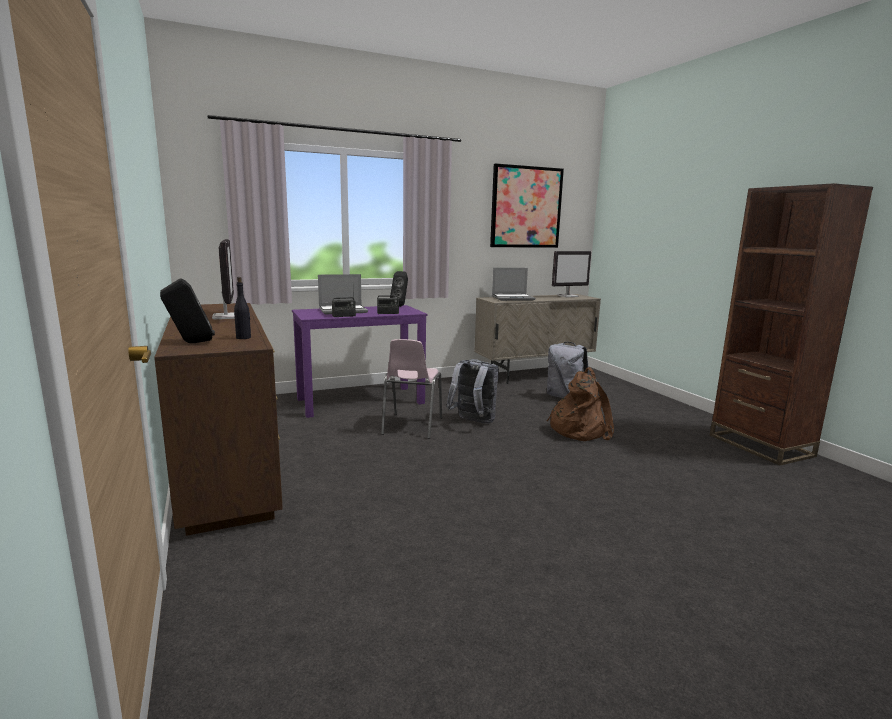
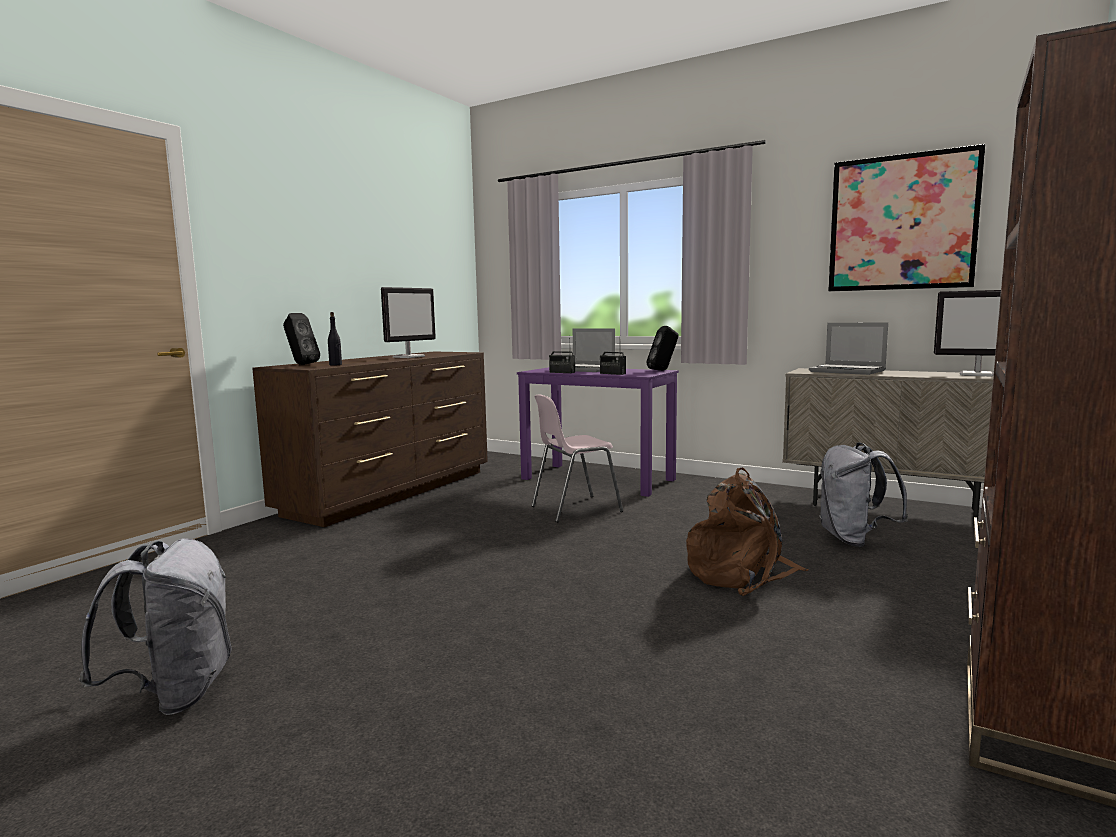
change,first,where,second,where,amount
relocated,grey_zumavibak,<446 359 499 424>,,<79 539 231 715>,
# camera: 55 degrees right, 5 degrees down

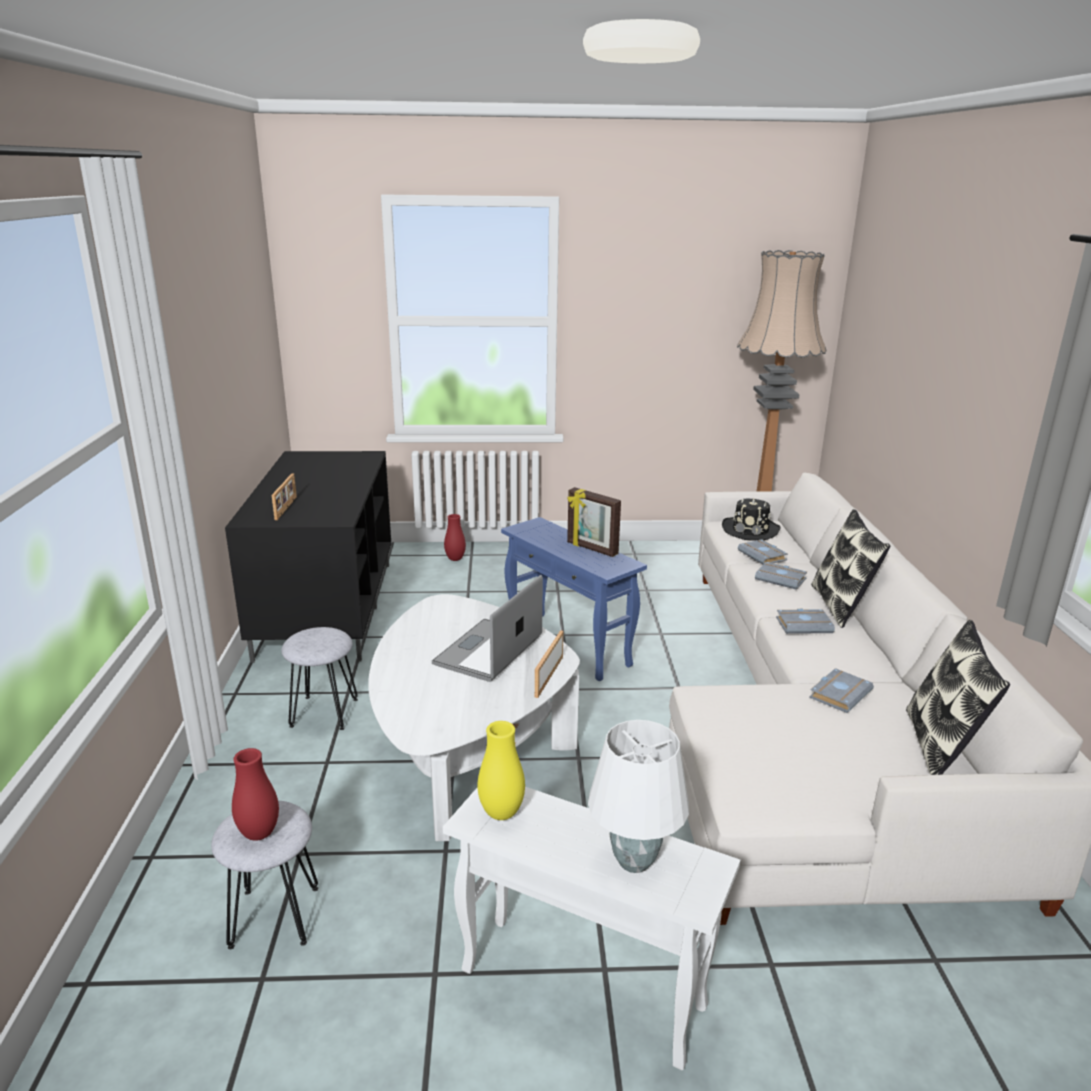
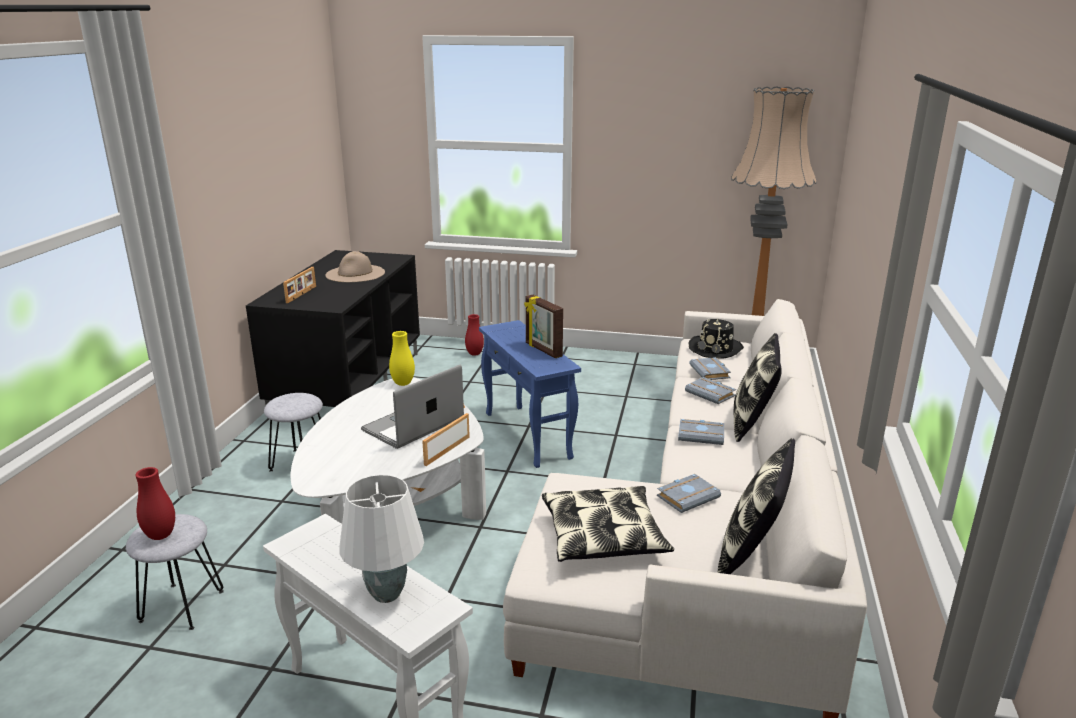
change,first,where,second,where,amount
relocated,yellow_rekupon,<478 721 525 820>,,<389 331 415 386>,
appeared,,,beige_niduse,<326 251 385 282>,
appeared,,,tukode,<542 486 674 562>,
# camera: 15 degrees right, 0 degrees up

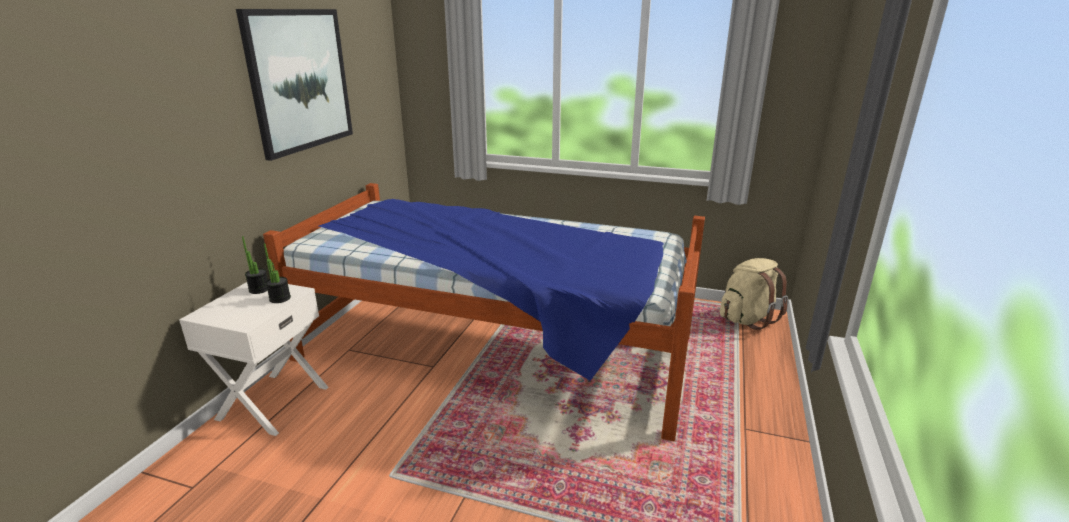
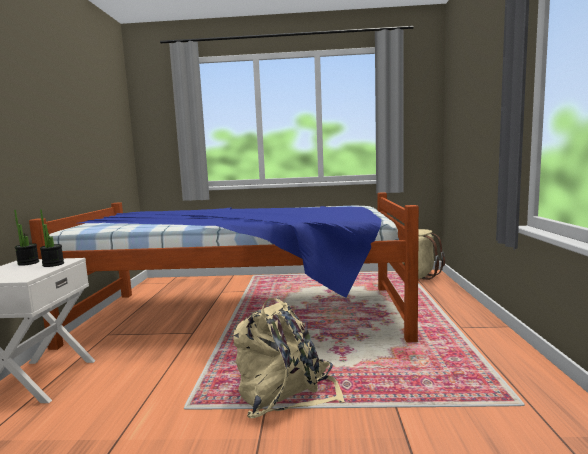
change,first,where,second,where,amount
missing,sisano,<236 9 353 161>,,,
appeared,,,beige_zumavibak,<234 298 345 418>,
# camera: 15 degrees left, 15 degrees down

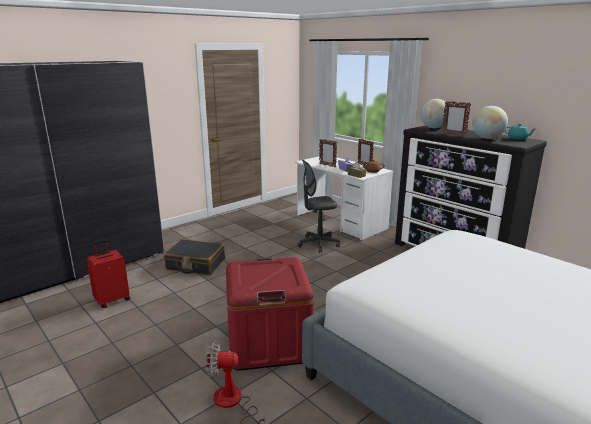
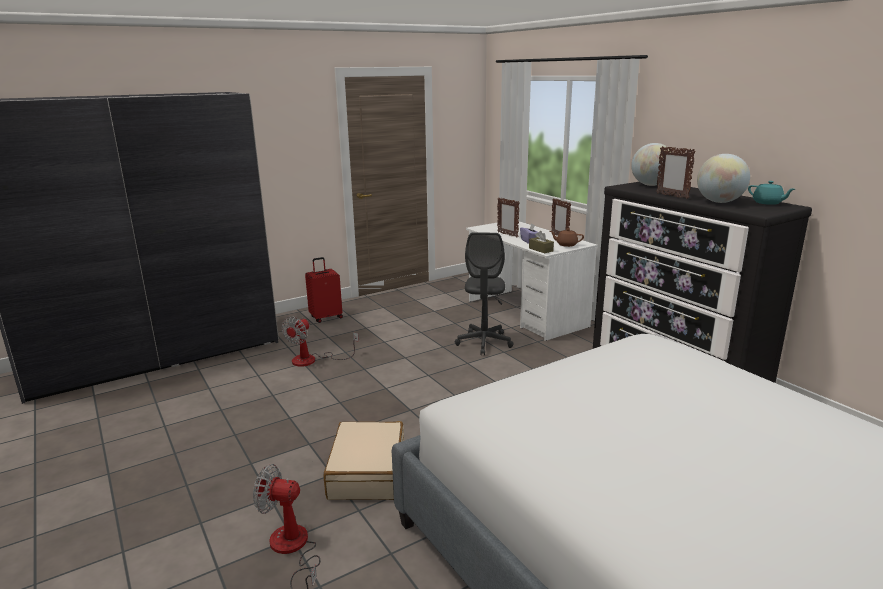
change,first,where,second,where,amount
spun,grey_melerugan,<298 160 340 253>,,<455 232 513 355>,75 degrees counterclockwise
exchanged,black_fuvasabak,<164 239 225 275>,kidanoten,<282 316 359 367>,
relocated,red_fuvasabak,<86 240 130 308>,,<305 257 343 323>,
exchanged,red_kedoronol,<226 257 314 371>,beige_fuvasabak,<324 421 404 500>,
# camera: 10 degrees right, 0 degrees up

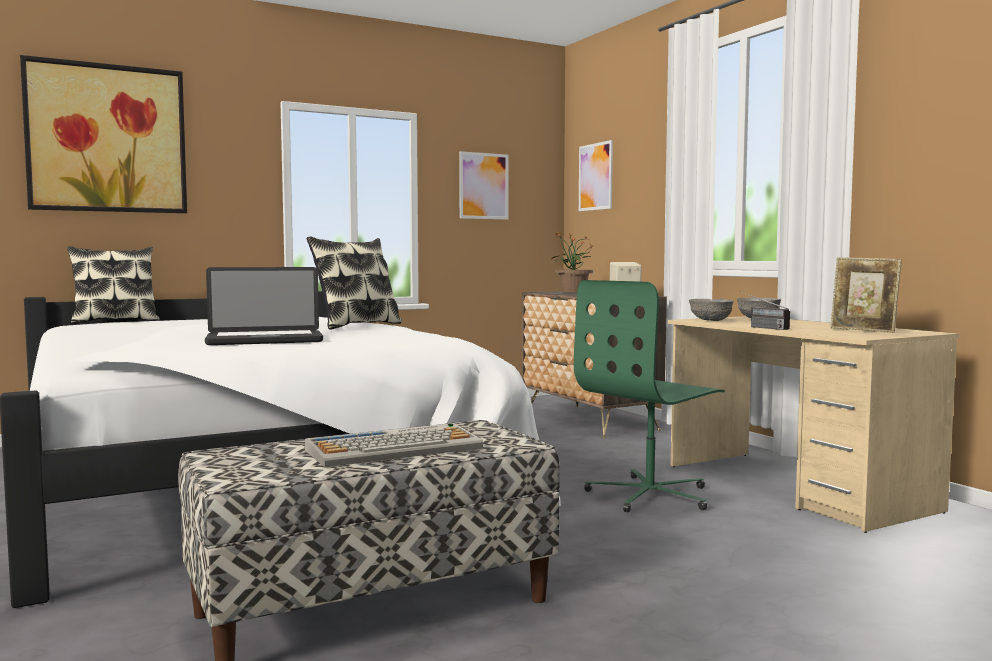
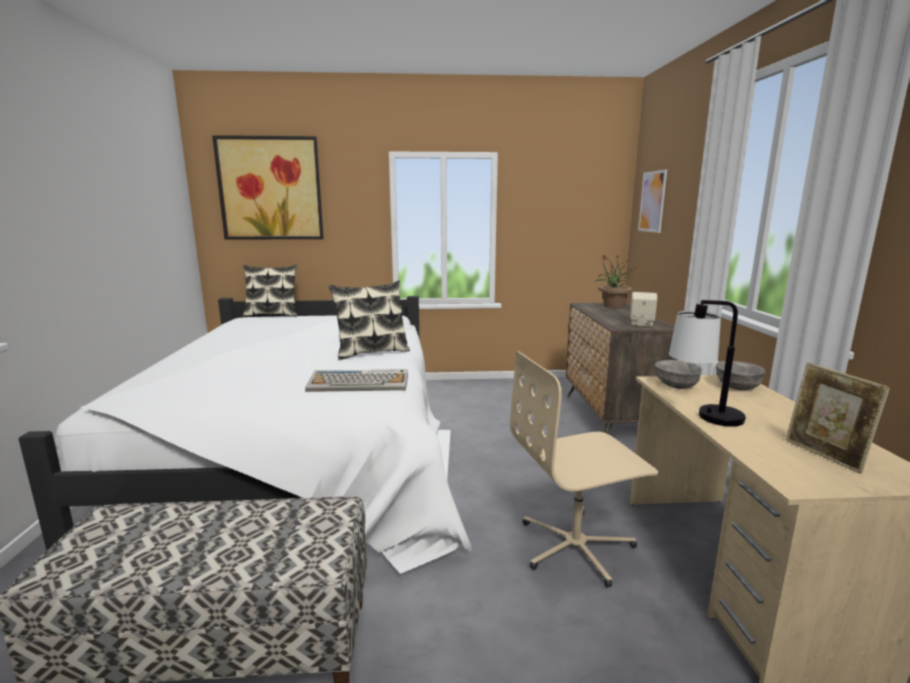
change,first,where,second,where,amount
missing,sisano,<459 151 509 220>,,,
missing,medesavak,<205 267 323 345>,,,
colour,green_melerugan,<574 280 725 513>,beige_melerugan,<510 351 658 588>,
exchanged,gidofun,<741 292 790 330>,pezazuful,<669 300 746 427>,
relocated,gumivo,<305 423 483 467>,,<305 369 408 392>,
# camera: 25 degrees right, 10 degrees up

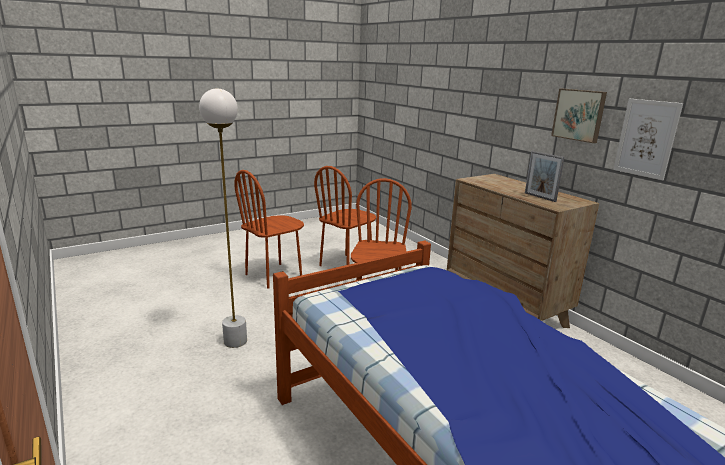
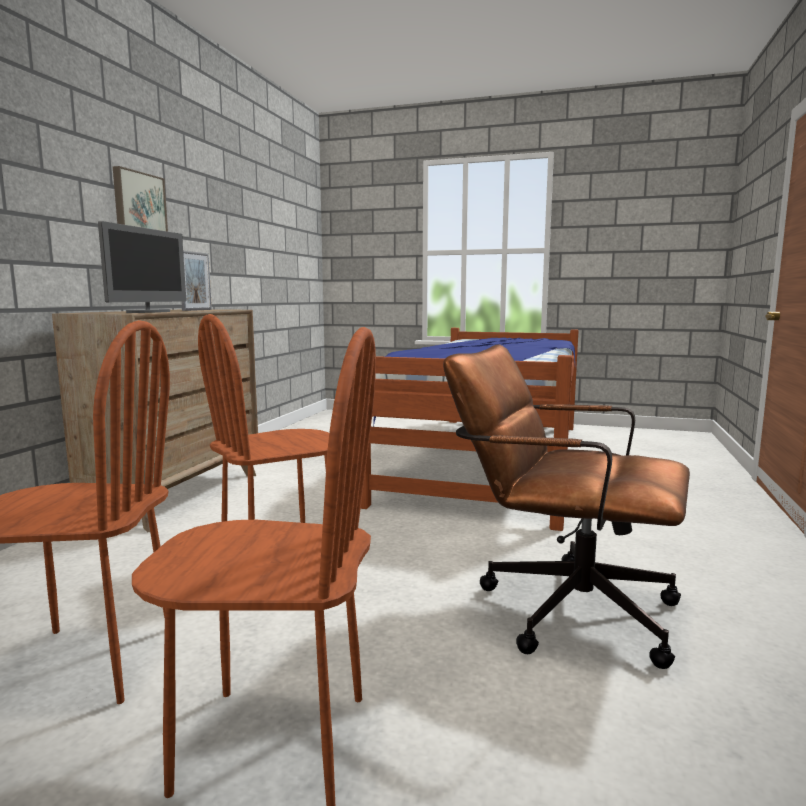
change,first,where,second,where,amount
exchanged,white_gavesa,<199 89 247 348>,brown_melerugan,<443 344 690 669>,
missing,sisano,<613 99 683 180>,,,
appeared,,,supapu,<98 221 187 313>,
# camera: 130 degrees left, 10 degrees down

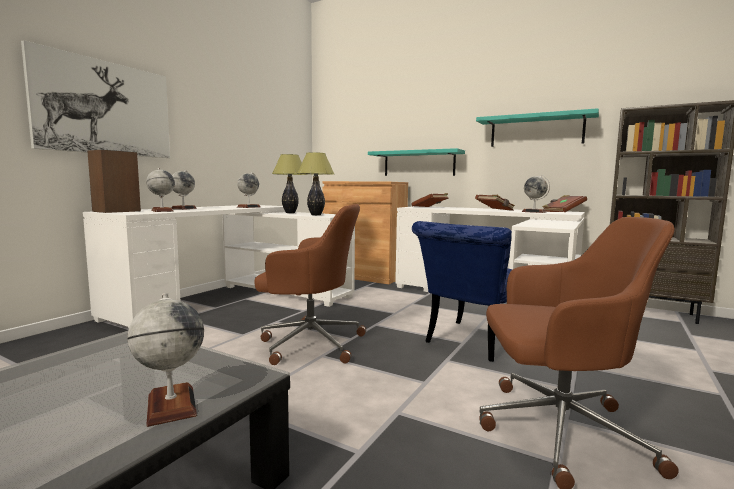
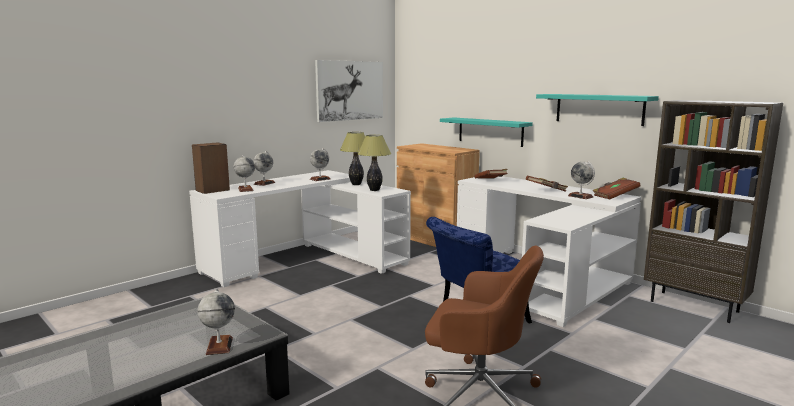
change,first,where,second,where,amount
relocated,sisano,<21 40 170 158>,,<315 60 383 122>,
missing,brown_melerugan,<254 204 366 365>,,,
# camera: 15 degrees right, 5 degrees up

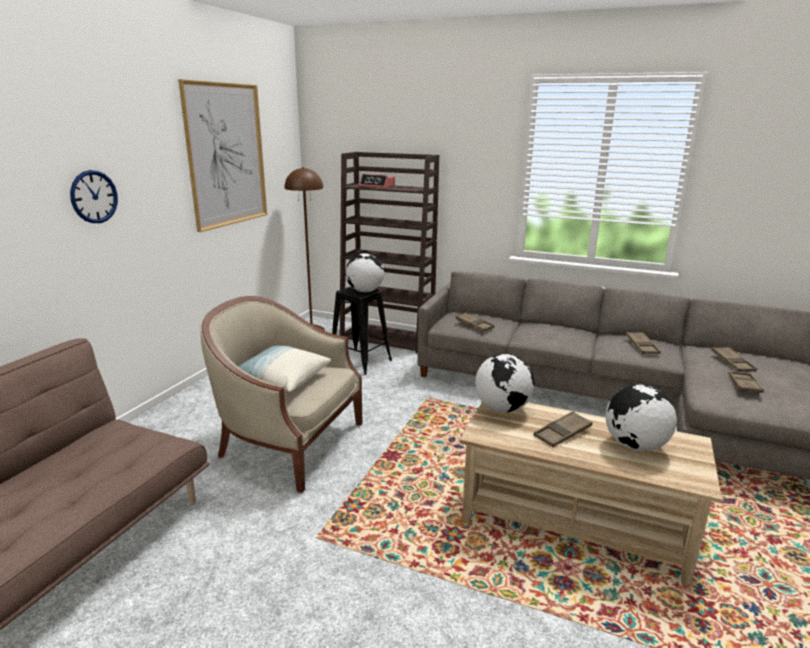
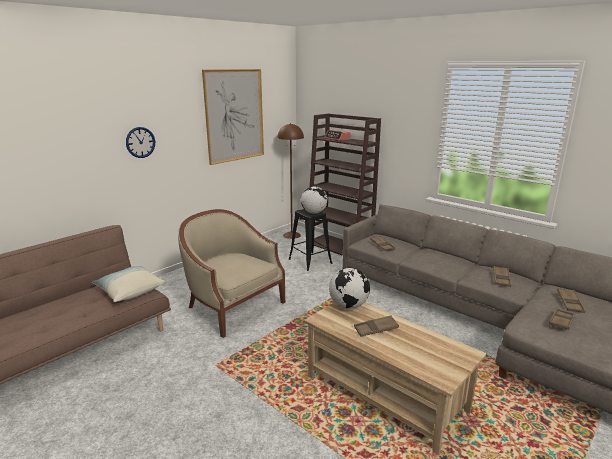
change,first,where,second,where,amount
relocated,tukode,<238 345 331 392>,,<92 266 166 302>,
missing,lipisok,<606 385 677 452>,,,
# camera: 20 degrees right, 0 degrees up

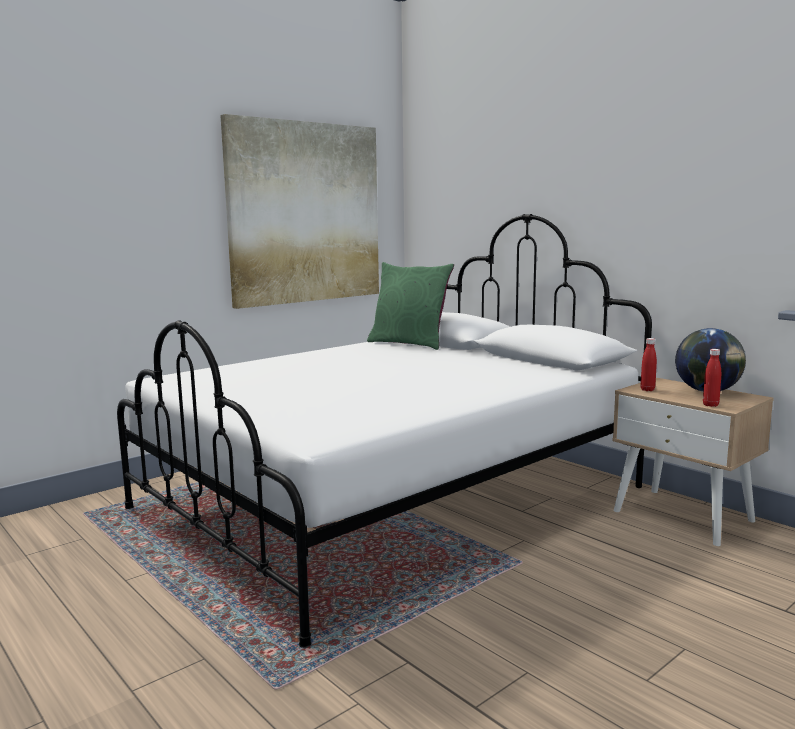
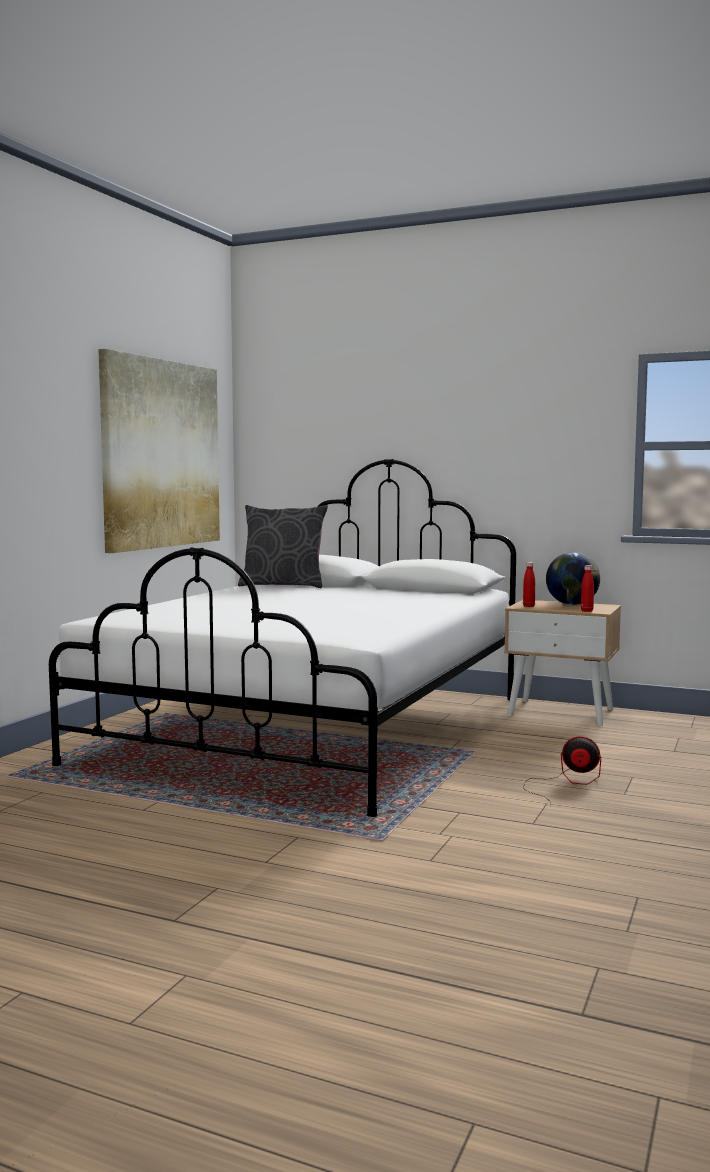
change,first,where,second,where,amount
colour,green_tukode,<367 262 454 350>,grey_tukode,<238 505 328 588>,
appeared,,,kidanoten,<523 736 601 806>,
# camera: 25 degrees left, 5 degrees down

